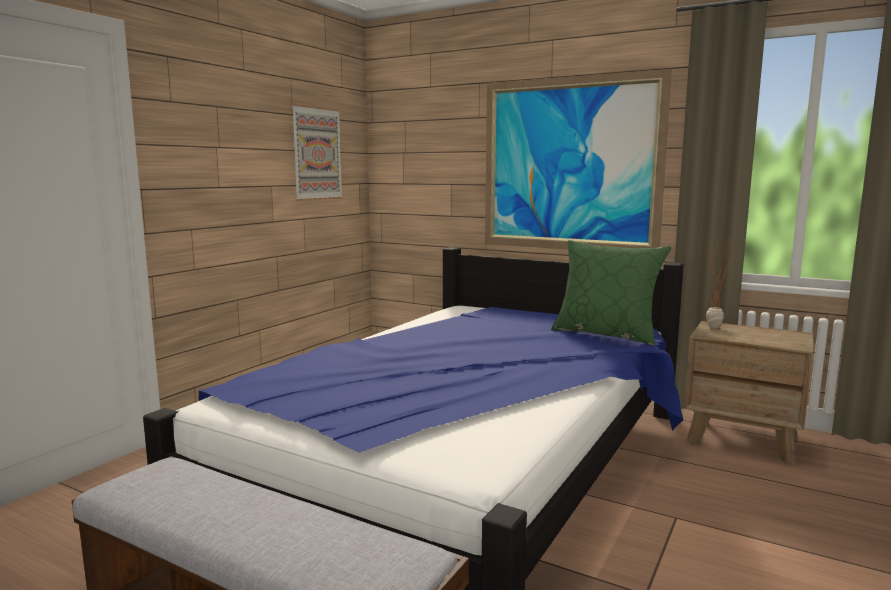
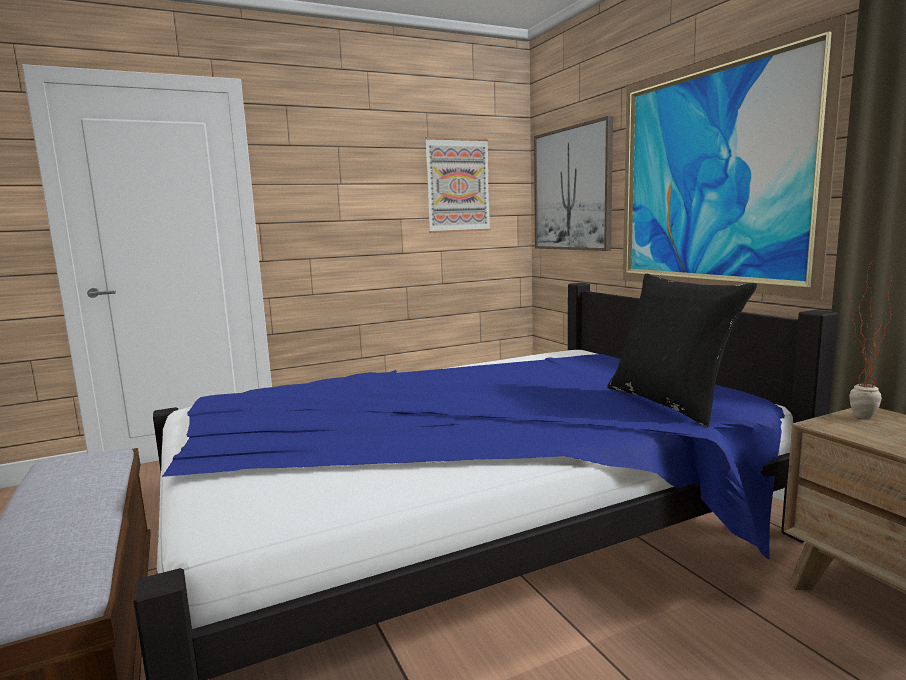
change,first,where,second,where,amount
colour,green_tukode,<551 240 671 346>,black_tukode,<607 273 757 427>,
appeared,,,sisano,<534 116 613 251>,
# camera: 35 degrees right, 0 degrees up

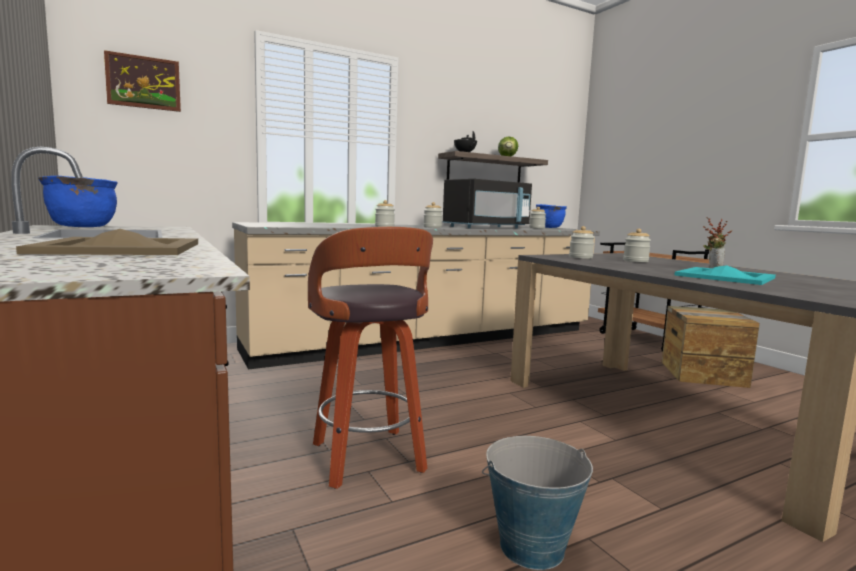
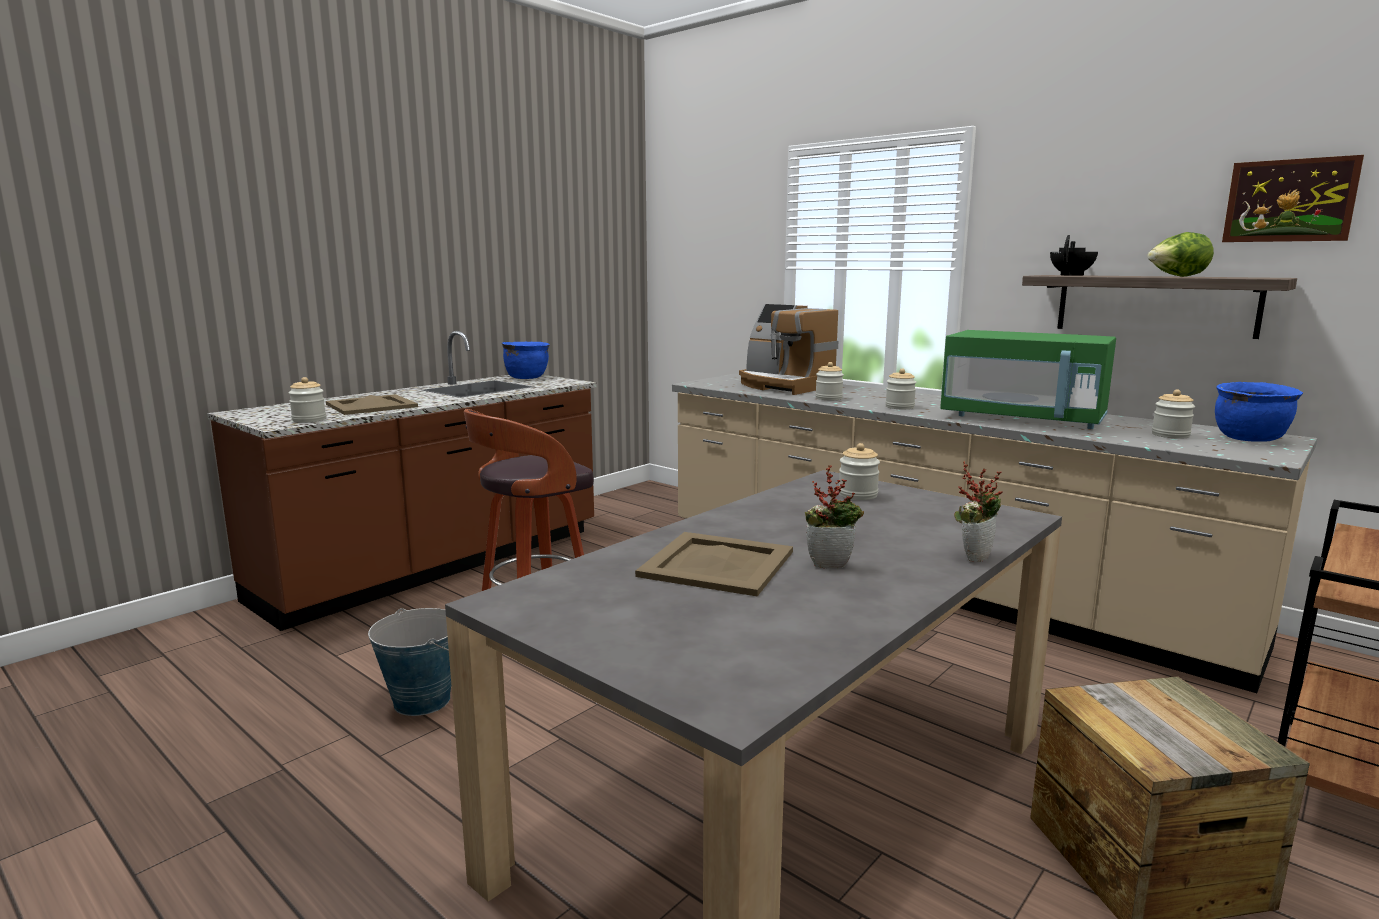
change,first,where,second,where,amount
relocated,sisano,<104 50 181 112>,,<1222 155 1364 242>,
colour,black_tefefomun,<443 179 532 228>,green_tefefomun,<940 330 1116 429>,
relocated,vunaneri,<623 229 651 262>,,<288 377 326 423>,
colour,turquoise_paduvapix,<675 265 776 285>,beige_paduvapix,<635 532 793 596>,
appeared,,,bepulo,<739 304 838 395>,
appeared,,,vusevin,<954 462 1003 562>,
# camera: 70 degrees right, 5 degrees up

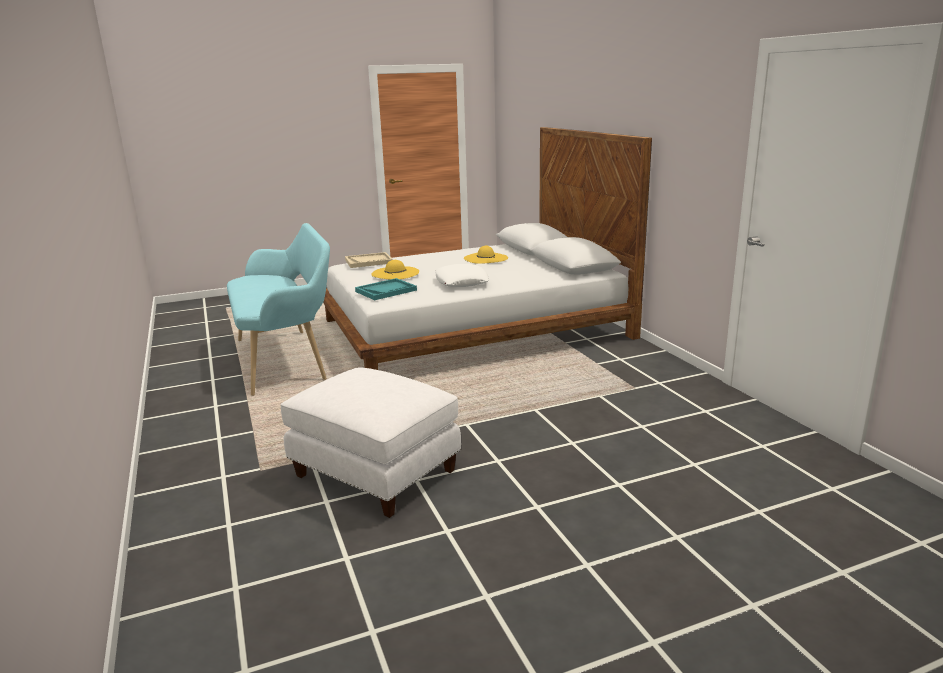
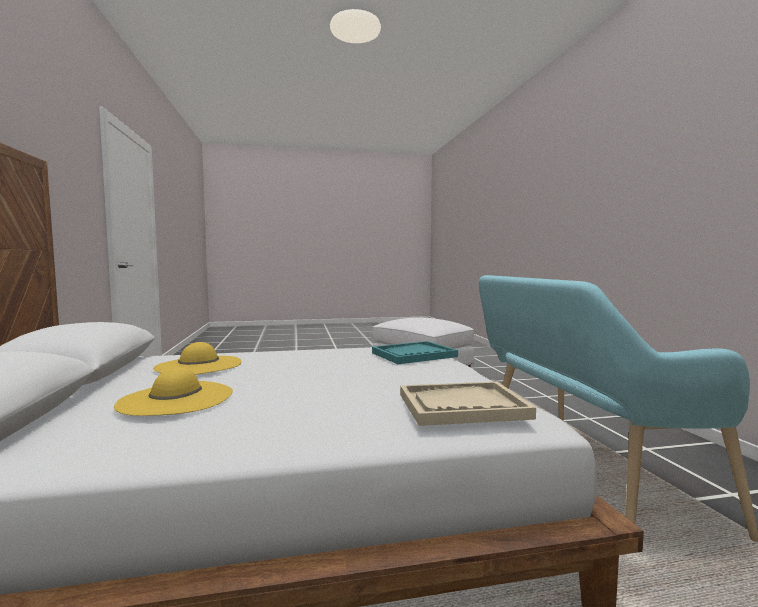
change,first,where,second,where,amount
relocated,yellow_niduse,<371 260 419 279>,,<153 342 242 375>,
missing,white_tukode,<435 264 489 287>,,,
# camera: 170 degrees left, 15 degrees down

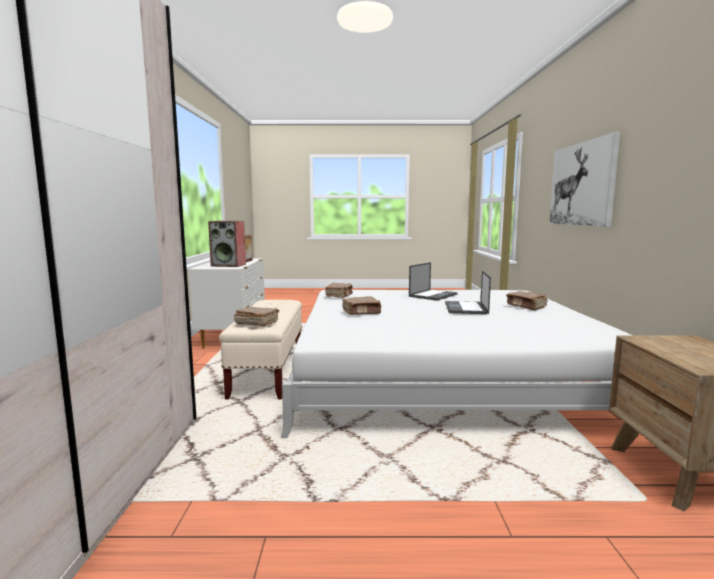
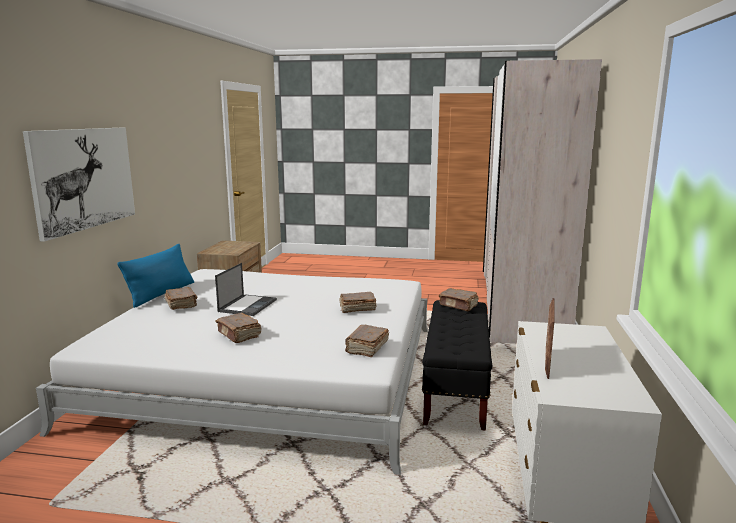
change,first,where,second,where,amount
missing,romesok,<208 221 246 267>,,,
exchanged,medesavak,<409 262 458 301>,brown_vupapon,<216 313 262 343>,
colour,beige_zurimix,<219 300 302 399>,black_zurimix,<422 300 492 431>,
appeared,,,blue_tukode,<117 244 194 308>,
# camera: 170 degrees left, 5 degrees up

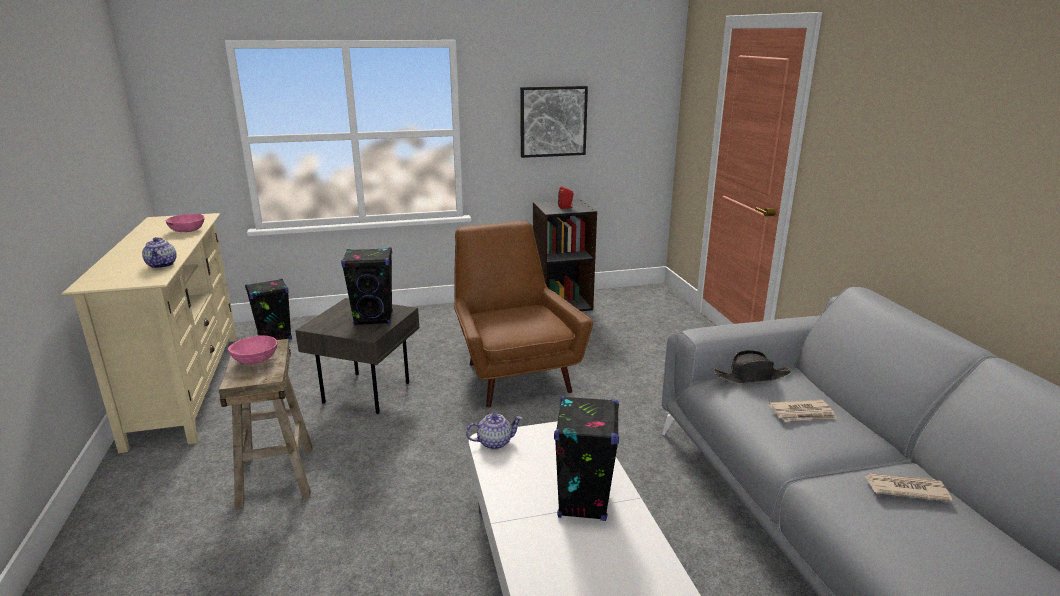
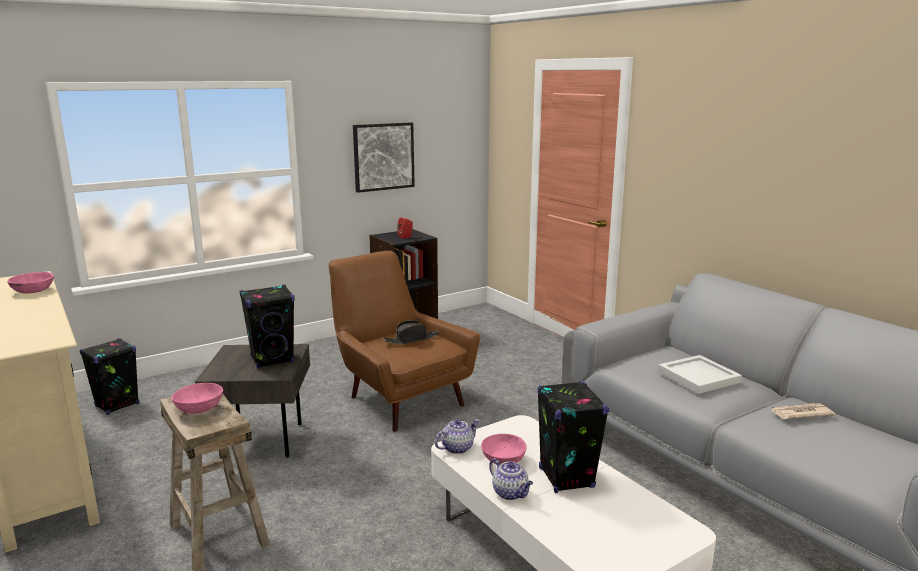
change,first,where,second,where,amount
relocated,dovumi,<142 237 177 268>,,<489 458 533 500>,
relocated,black_niduse,<714 350 791 383>,,<383 320 440 345>,
exchanged,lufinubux,<768 399 837 422>,white_paduvapix,<658 355 742 394>,
appeared,,,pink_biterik,<481 434 527 464>,
# camera: 20 degrees left, 5 degrees down

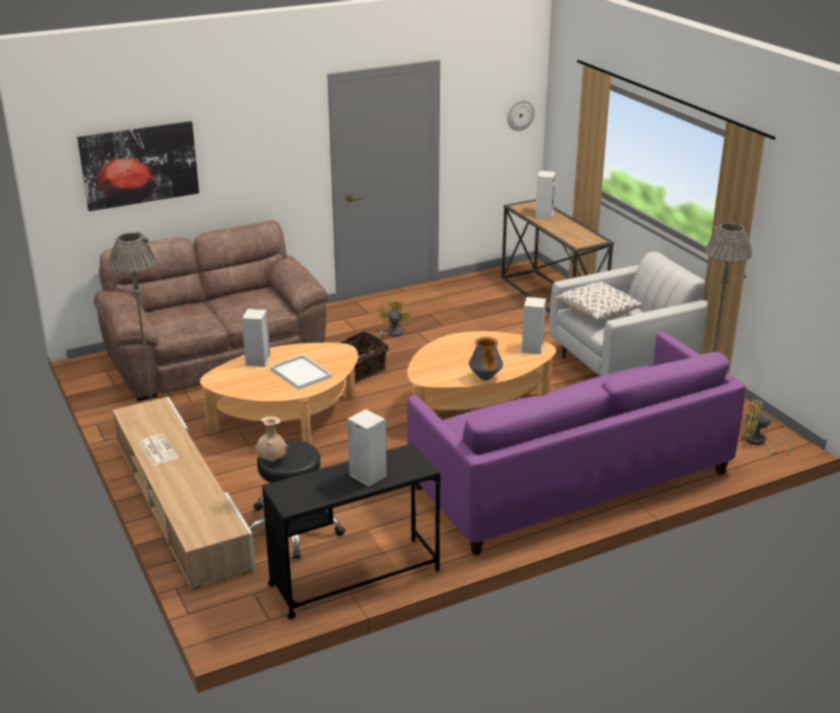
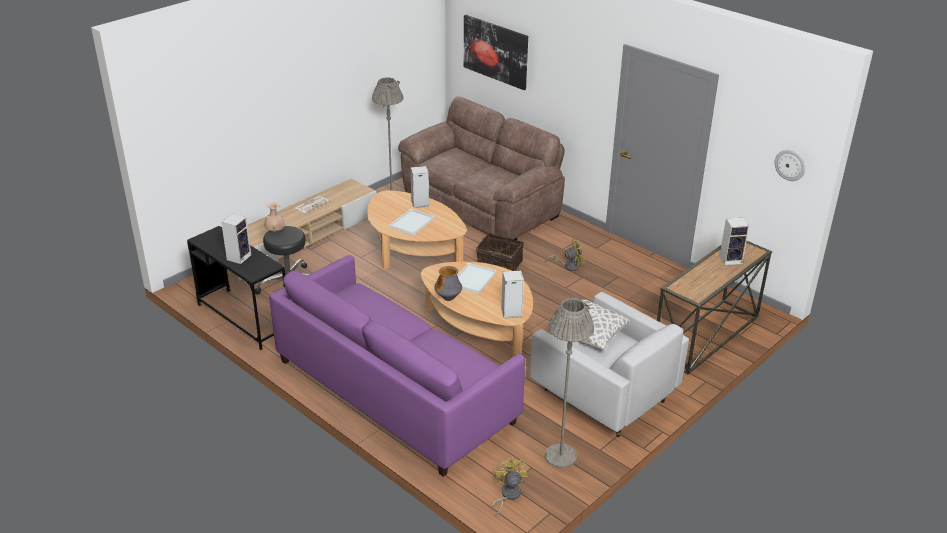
change,first,where,second,where,amount
appeared,,,white_paduvapix,<457 263 496 294>,
# camera: 70 degrees right, 5 degrees up

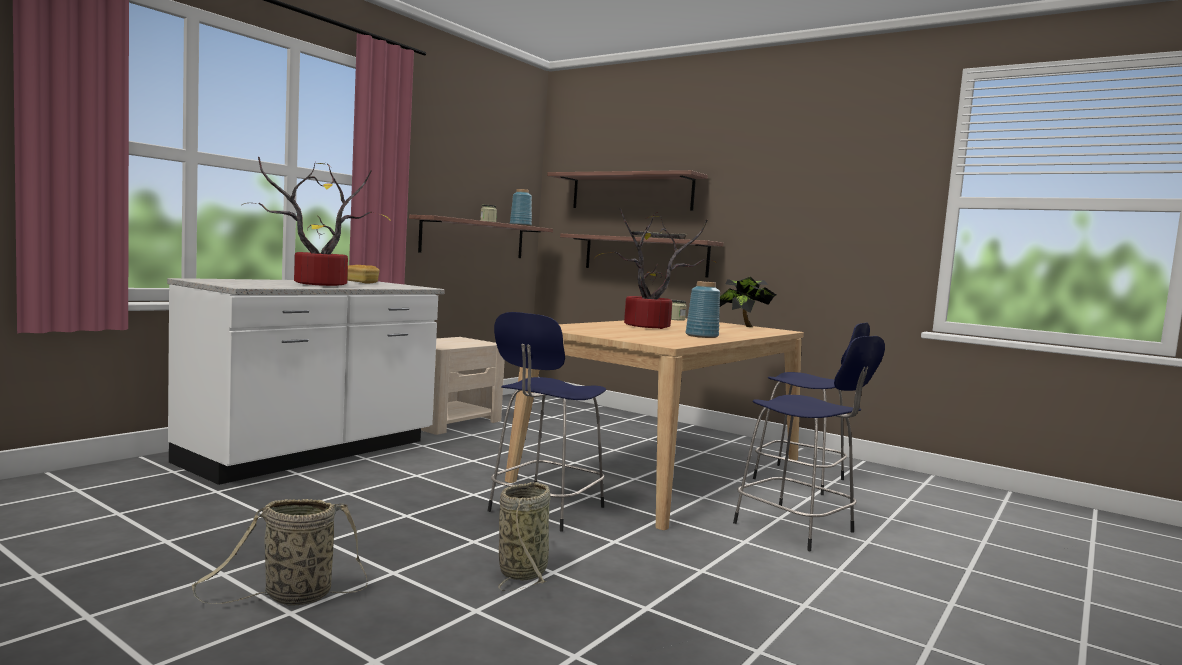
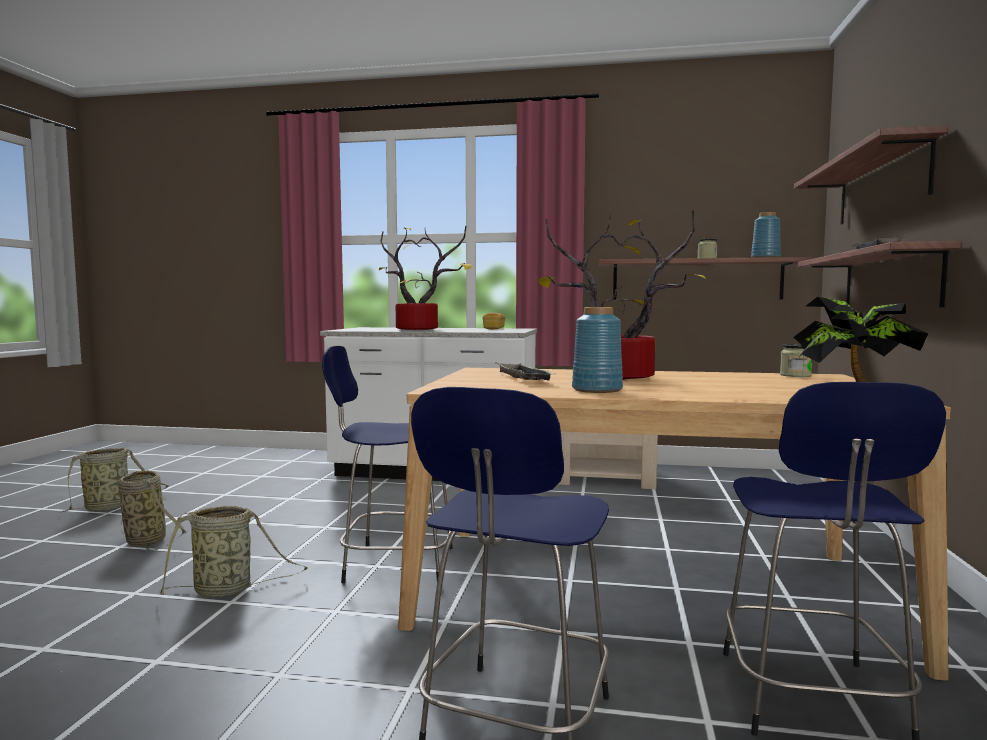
change,first,where,second,where,amount
appeared,,,paduvapix,<496 362 555 380>,
appeared,,,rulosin,<59 448 168 512>,
# camera: 65 degrees right, 0 degrees up

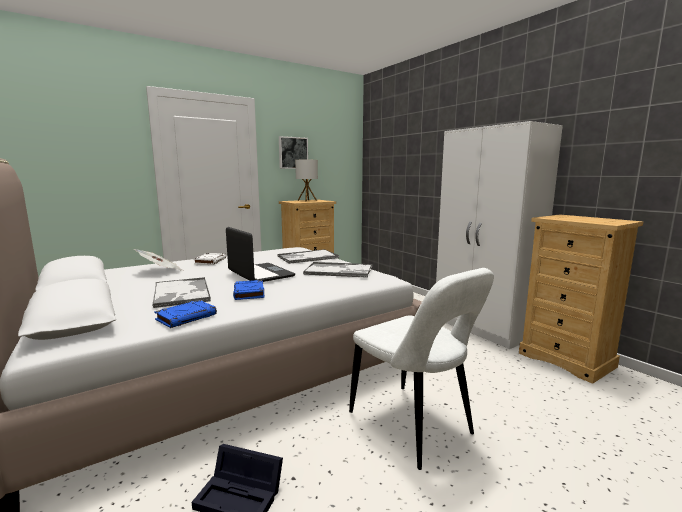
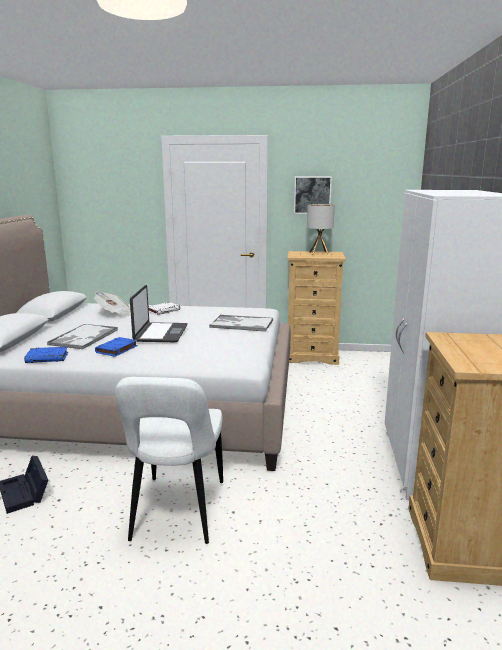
change,first,where,second,where,amount
missing,paduvapix,<303 262 372 278>,,,
# camera: 40 degrees right, 5 degrees up

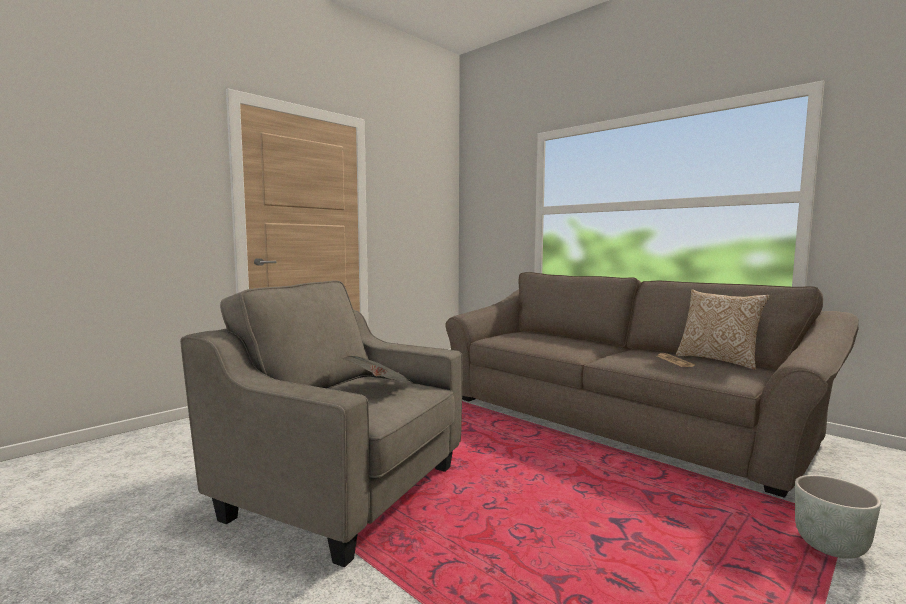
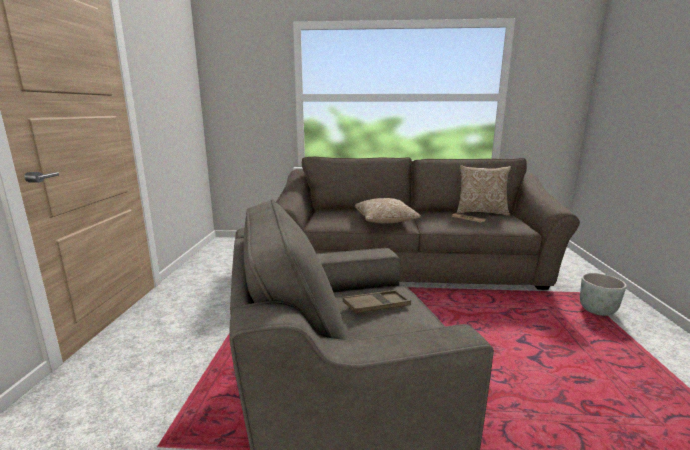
change,first,where,second,where,amount
exchanged,lufinubux,<341 356 412 383>,brown_paduvapix,<343 290 411 315>,
appeared,,,tukode,<355 198 422 224>,
# camera: 40 degrees left, 10 degrees up

